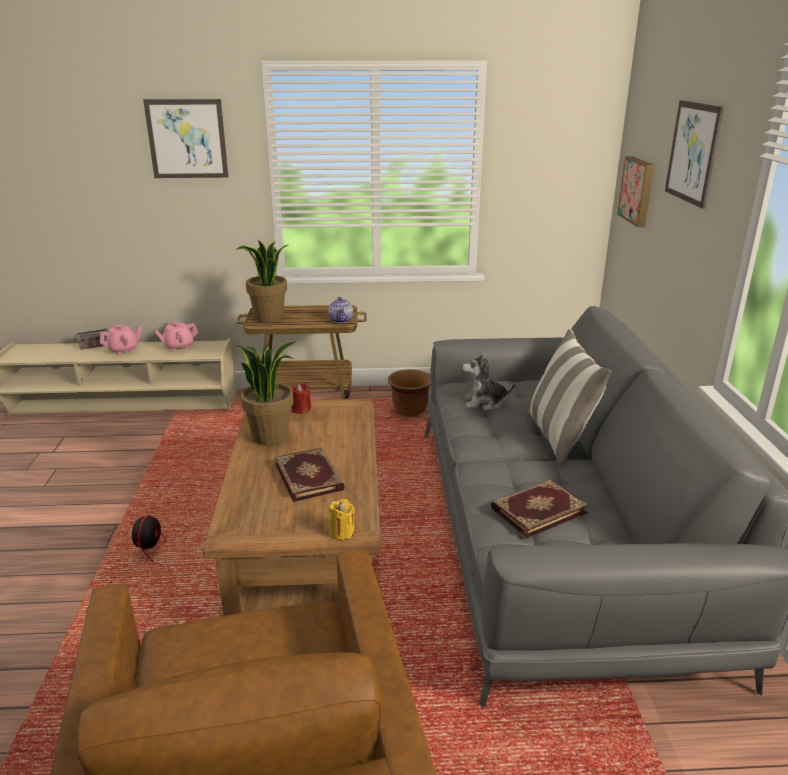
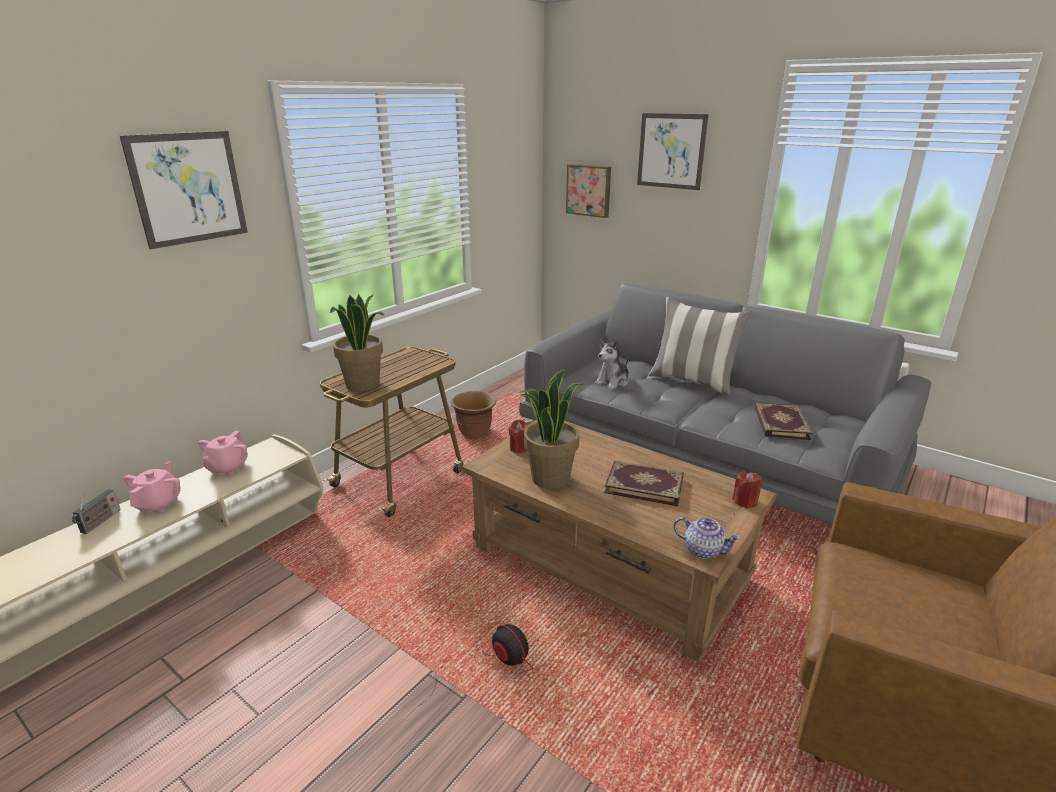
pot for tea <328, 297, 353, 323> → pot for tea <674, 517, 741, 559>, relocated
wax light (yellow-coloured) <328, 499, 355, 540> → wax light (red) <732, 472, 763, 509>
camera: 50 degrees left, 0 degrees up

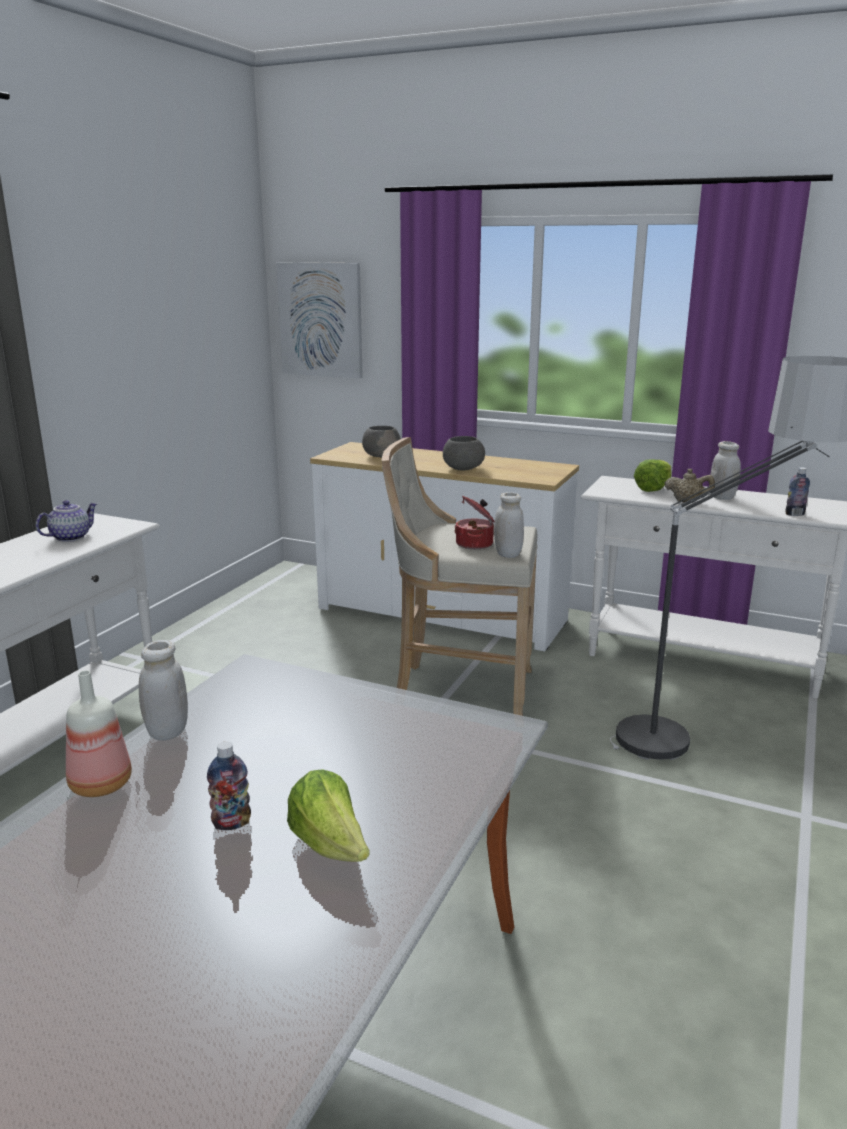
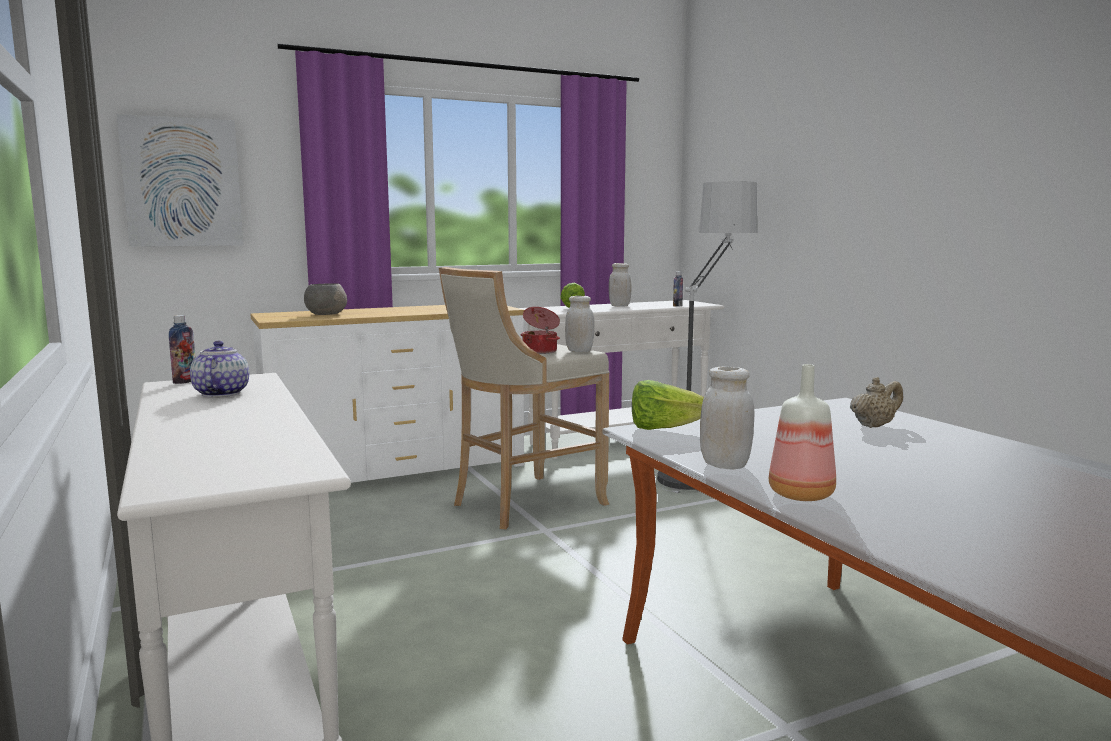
drink bottle <207, 741, 251, 830> → drink bottle <169, 315, 195, 384>, relocated
lettuce <287, 769, 370, 862> → lettuce <632, 380, 704, 430>, relocated
pot for tea (beige-coloured) <665, 469, 715, 502> → pot for tea (beige-coloured) <850, 377, 903, 428>, relocated
serving bowl (gray) <443, 436, 485, 471> → -
camera: 50 degrees left, 10 degrees down

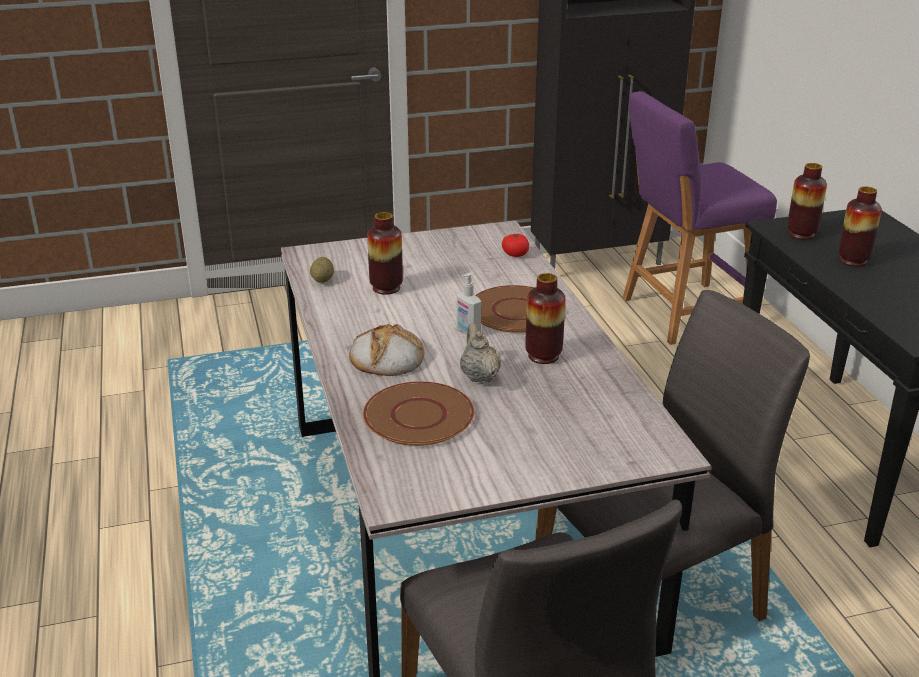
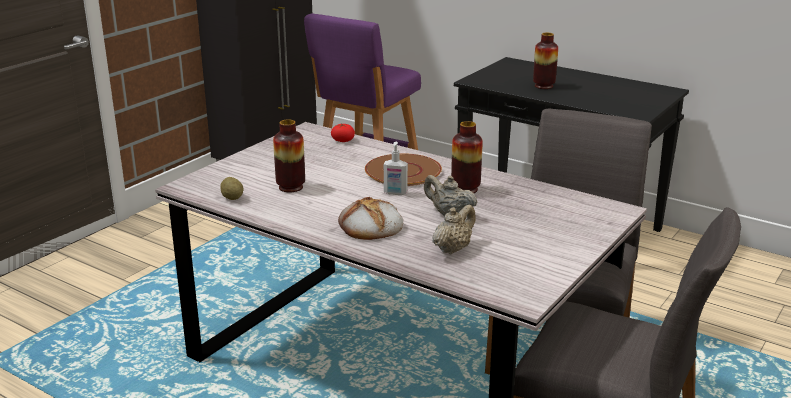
plate (brown) <363, 381, 474, 446> → pot for tea (beige-coloured) <433, 204, 476, 254>
decorative vase <787, 163, 827, 240> → -
camera: 40 degrees left, 5 degrees down

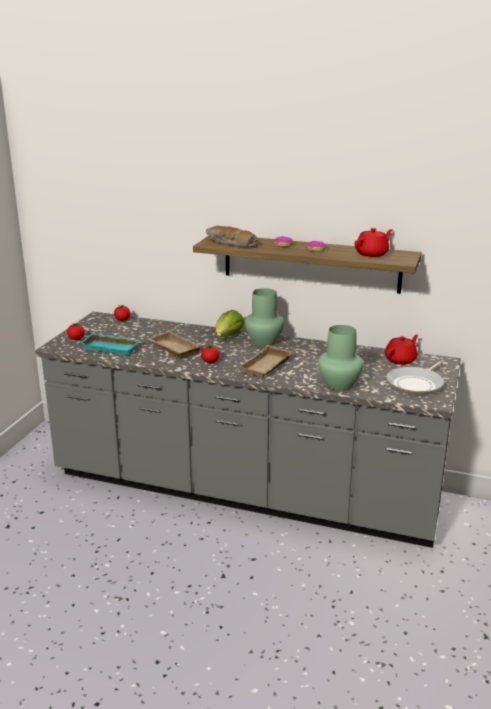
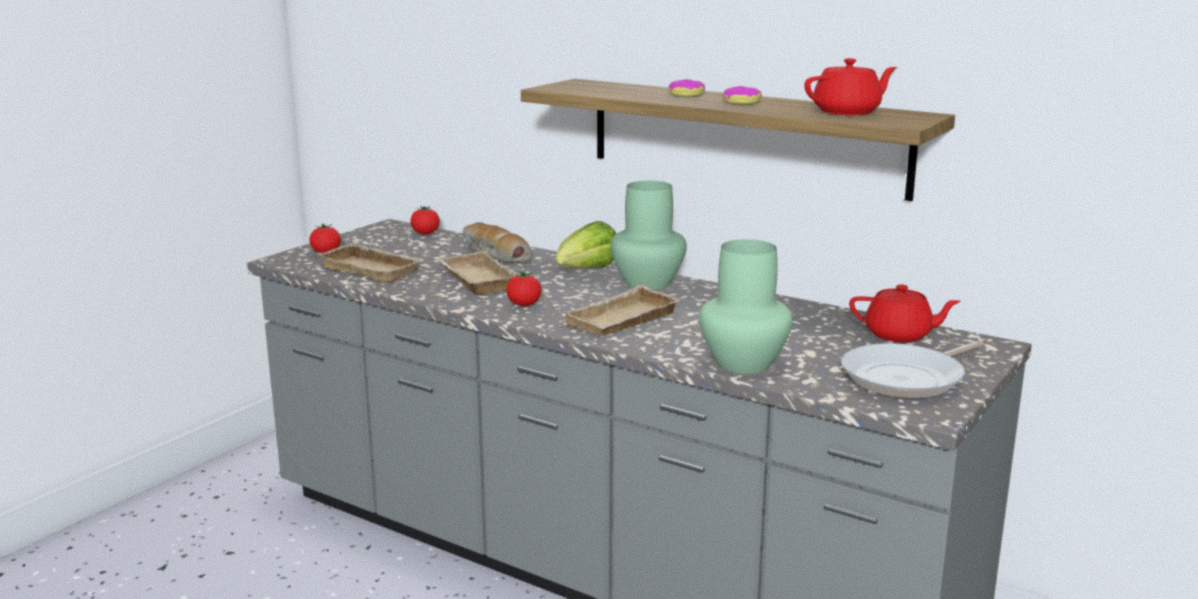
tray (turquoise) <79, 333, 141, 356> → tray (beige-coloured) <316, 243, 425, 282>
bakery bread <206, 226, 258, 248> → bakery bread <463, 222, 532, 264>, relocated
pot for tea (red) <385, 335, 418, 365> → pot for tea (red) <849, 284, 961, 342>, 45 degrees clockwise
camera: 15 degrees right, 5 degrees down

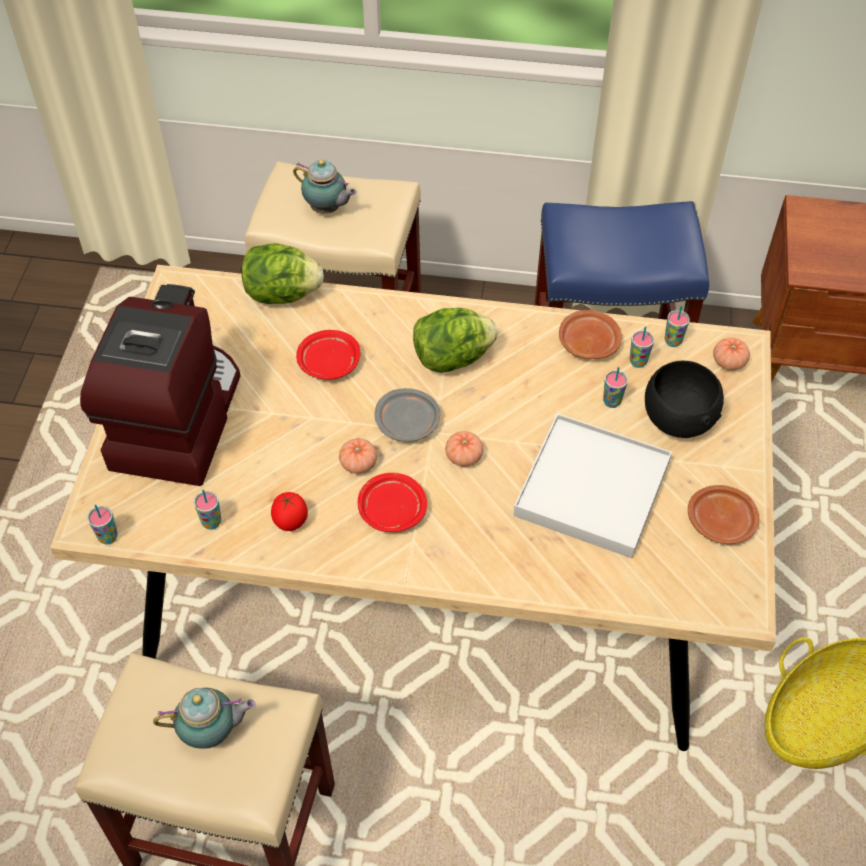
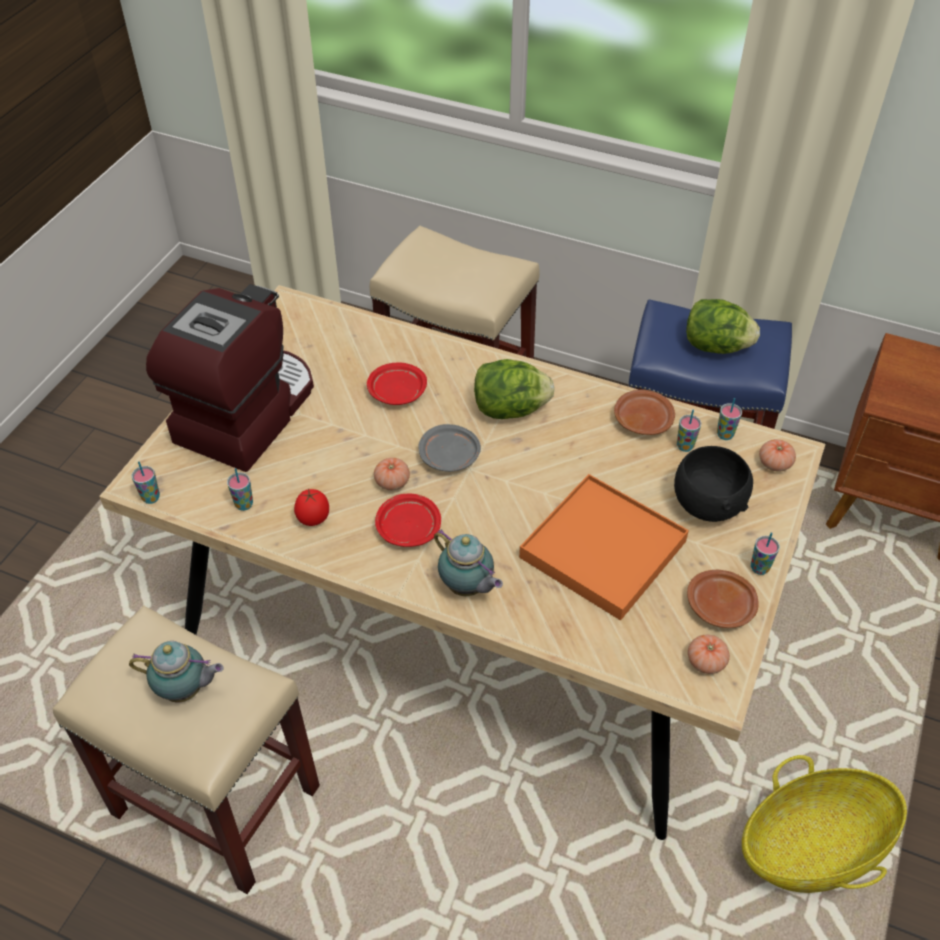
pot for tea <293, 160, 357, 214> → pot for tea <434, 529, 503, 596>, relocated
tray (white-coloured) <513, 413, 672, 558> → tray (orangey) <519, 474, 689, 620>
lettuce <242, 243, 324, 304> → lettuce <686, 299, 760, 354>, relocated
whole tomato <445, 431, 483, 467> → whole tomato <688, 635, 730, 674>, relocated
drinking cup <603, 367, 628, 408> → drinking cup <751, 532, 780, 575>, relocated
camera: 15 degrees right, 5 degrees down

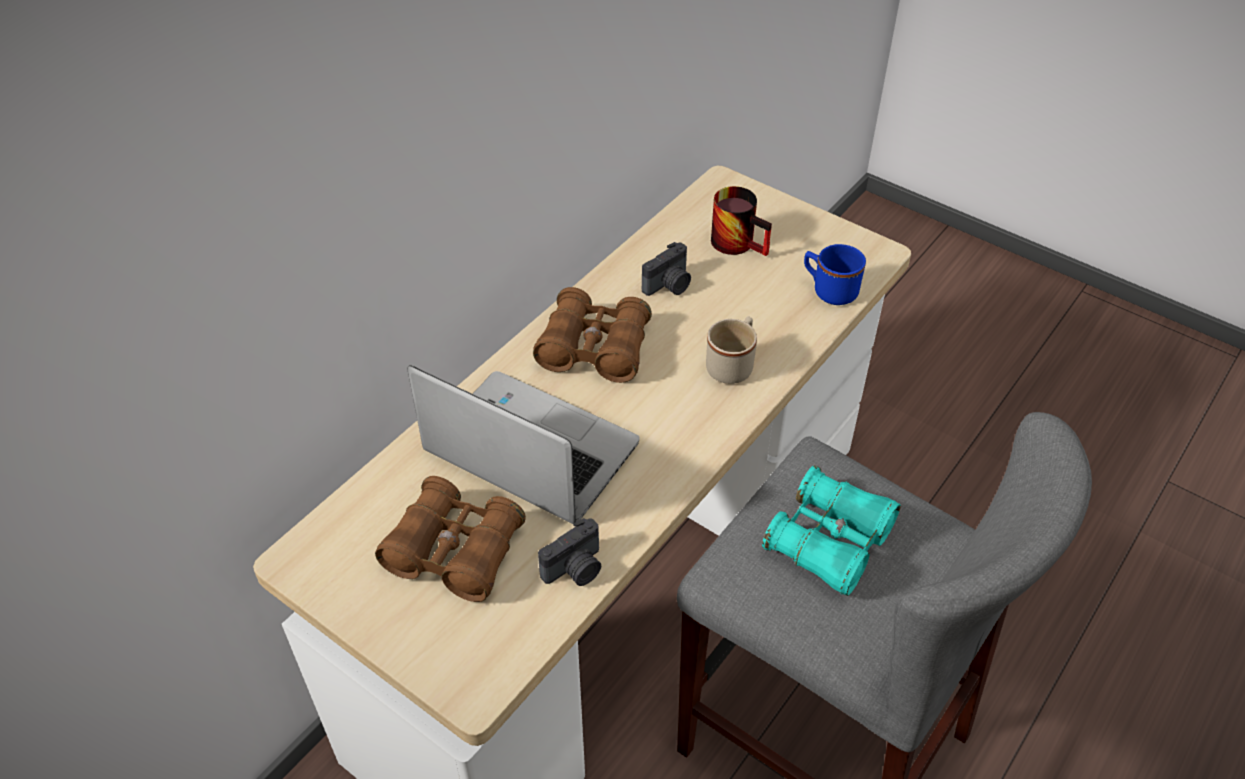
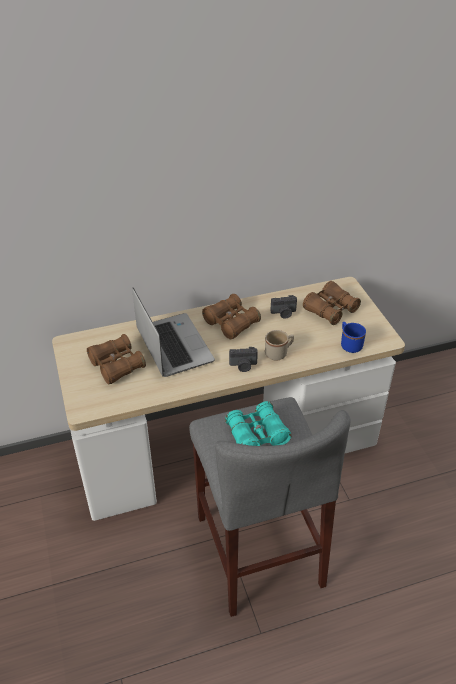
still camera <538, 518, 601, 586> → still camera <229, 347, 258, 372>, relocated
mug <711, 186, 772, 256> → field glasses (brown) <303, 281, 361, 325>
camera: 35 degrees right, 5 degrees down

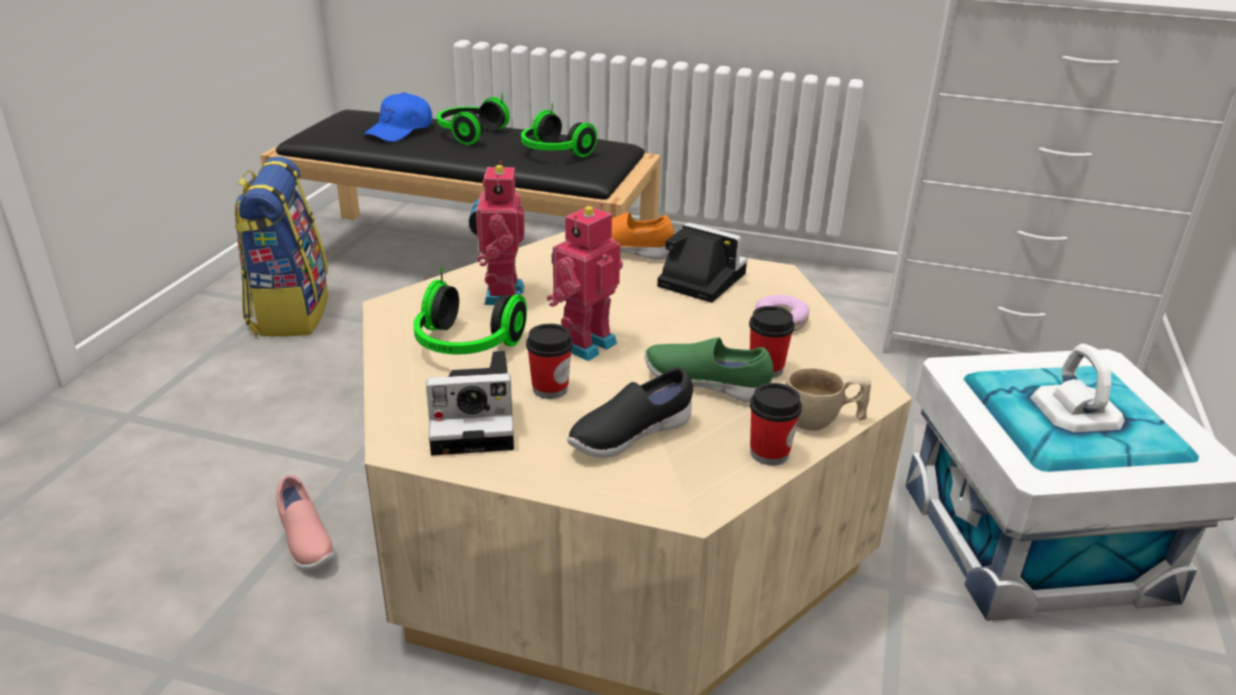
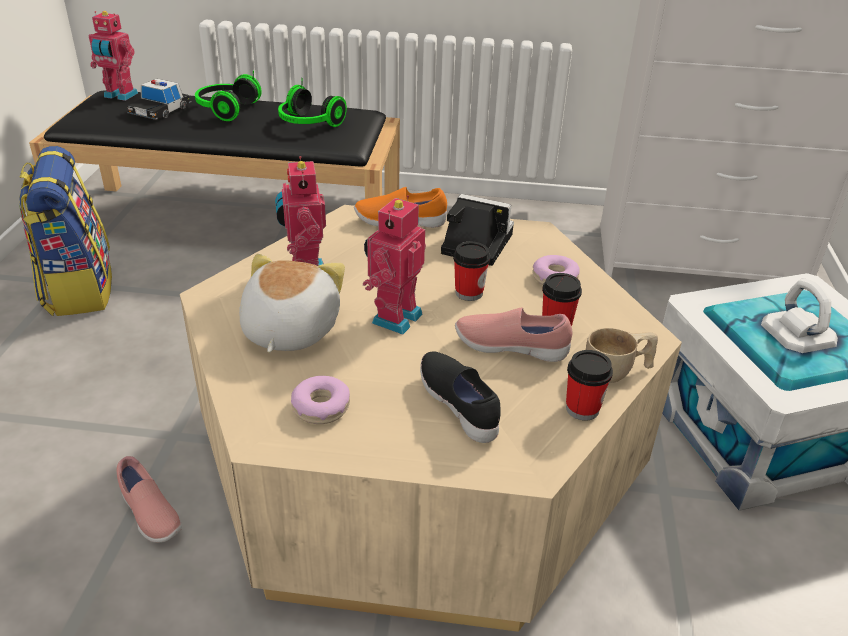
- → model robot <88, 11, 138, 101>
peaked cap (blue-coloured) <364, 92, 432, 142> → model car <127, 79, 192, 120>
headset <413, 268, 527, 354> → plush toy <239, 254, 345, 352>
still camera <426, 351, 514, 456> → ring doughnut <291, 376, 350, 424>
shoe (blackish) <567, 367, 693, 458> → shoe (blackish) <420, 352, 501, 443>, 105 degrees clockwise
drinking cup <526, 324, 573, 399> → drinking cup <453, 242, 490, 301>, relocated
shoe (greenish) <644, 337, 773, 403> → shoe (pink-coloured) <455, 307, 572, 362>
camera: 10 degrees left, 5 degrees up

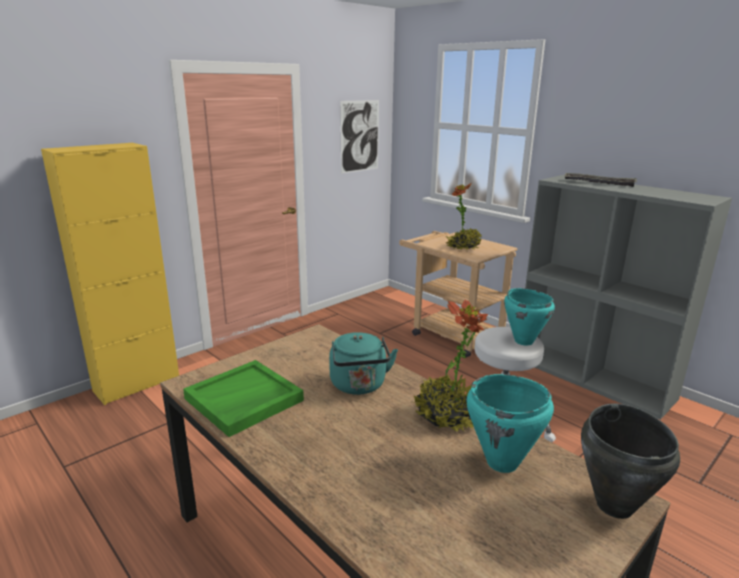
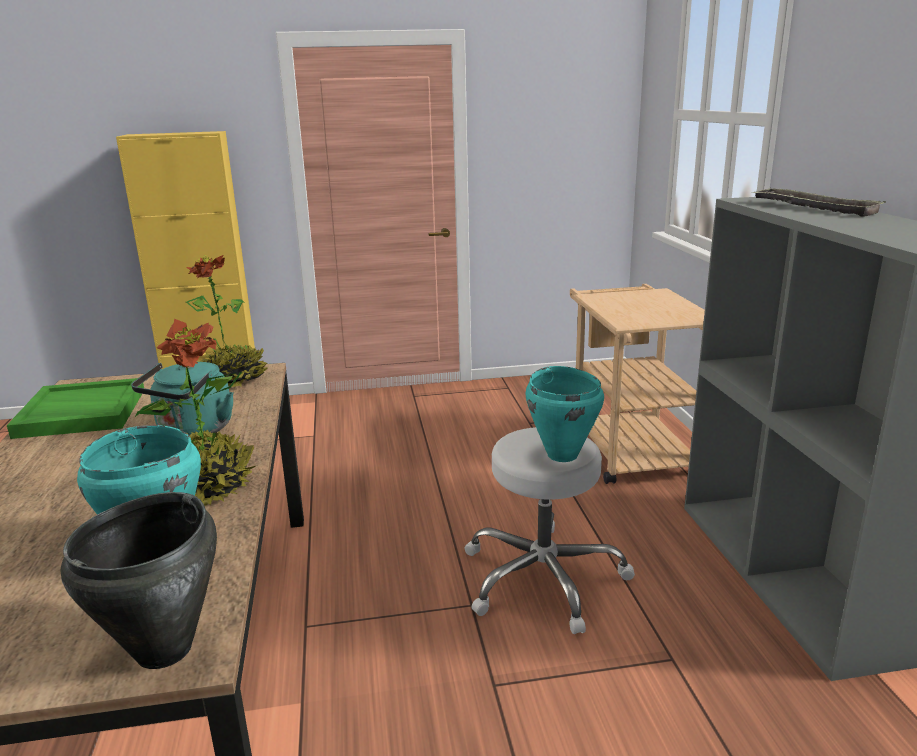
houseplant <446, 183, 481, 250> → houseplant <186, 255, 268, 387>, relocated
wall picture <340, 100, 379, 174> → -
camera: 35 degrees right, 0 degrees up

